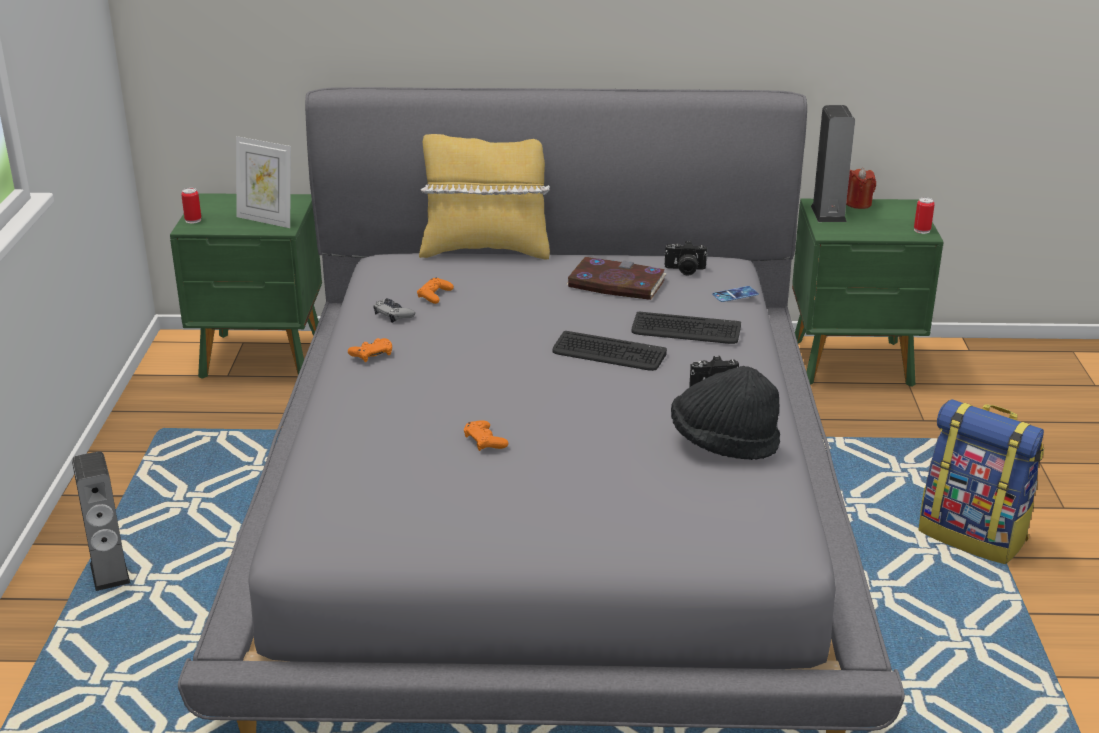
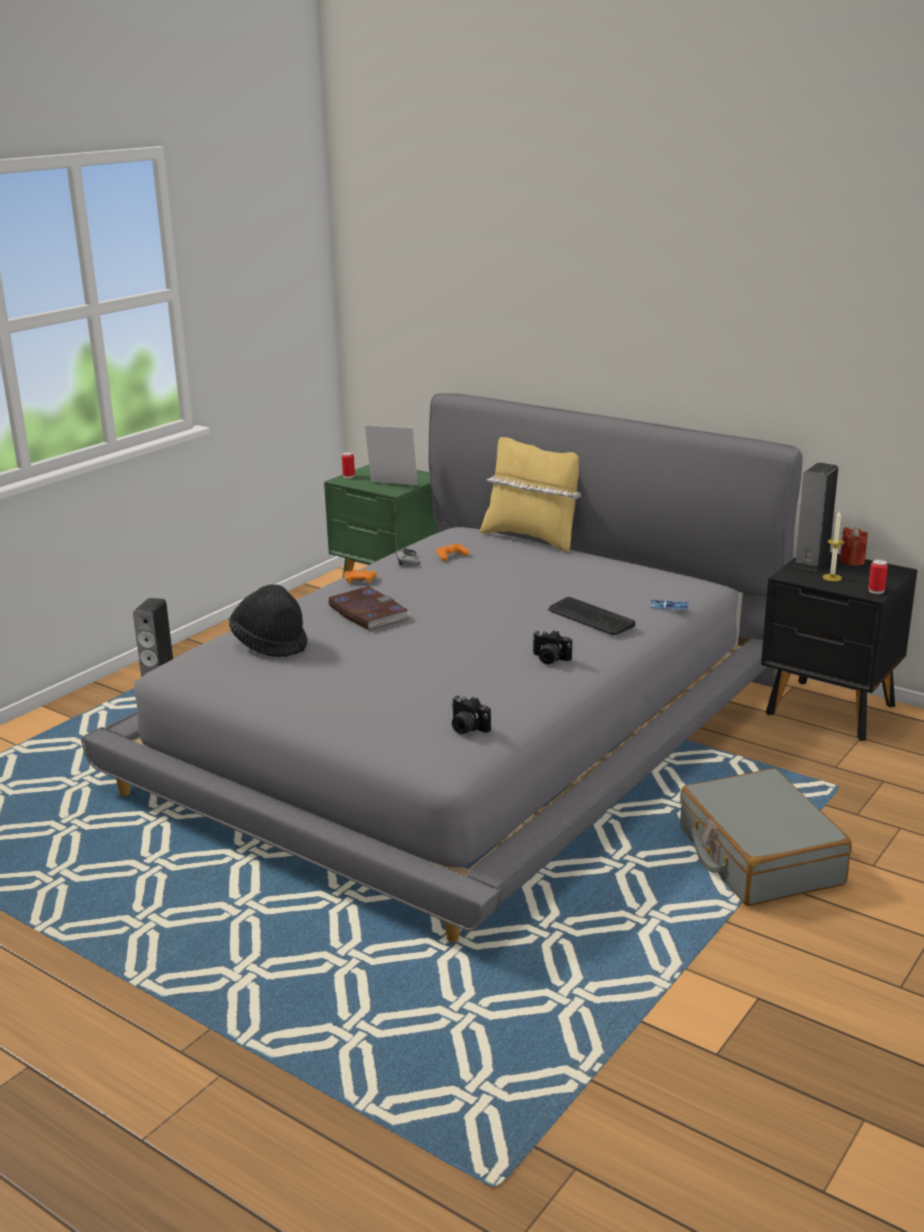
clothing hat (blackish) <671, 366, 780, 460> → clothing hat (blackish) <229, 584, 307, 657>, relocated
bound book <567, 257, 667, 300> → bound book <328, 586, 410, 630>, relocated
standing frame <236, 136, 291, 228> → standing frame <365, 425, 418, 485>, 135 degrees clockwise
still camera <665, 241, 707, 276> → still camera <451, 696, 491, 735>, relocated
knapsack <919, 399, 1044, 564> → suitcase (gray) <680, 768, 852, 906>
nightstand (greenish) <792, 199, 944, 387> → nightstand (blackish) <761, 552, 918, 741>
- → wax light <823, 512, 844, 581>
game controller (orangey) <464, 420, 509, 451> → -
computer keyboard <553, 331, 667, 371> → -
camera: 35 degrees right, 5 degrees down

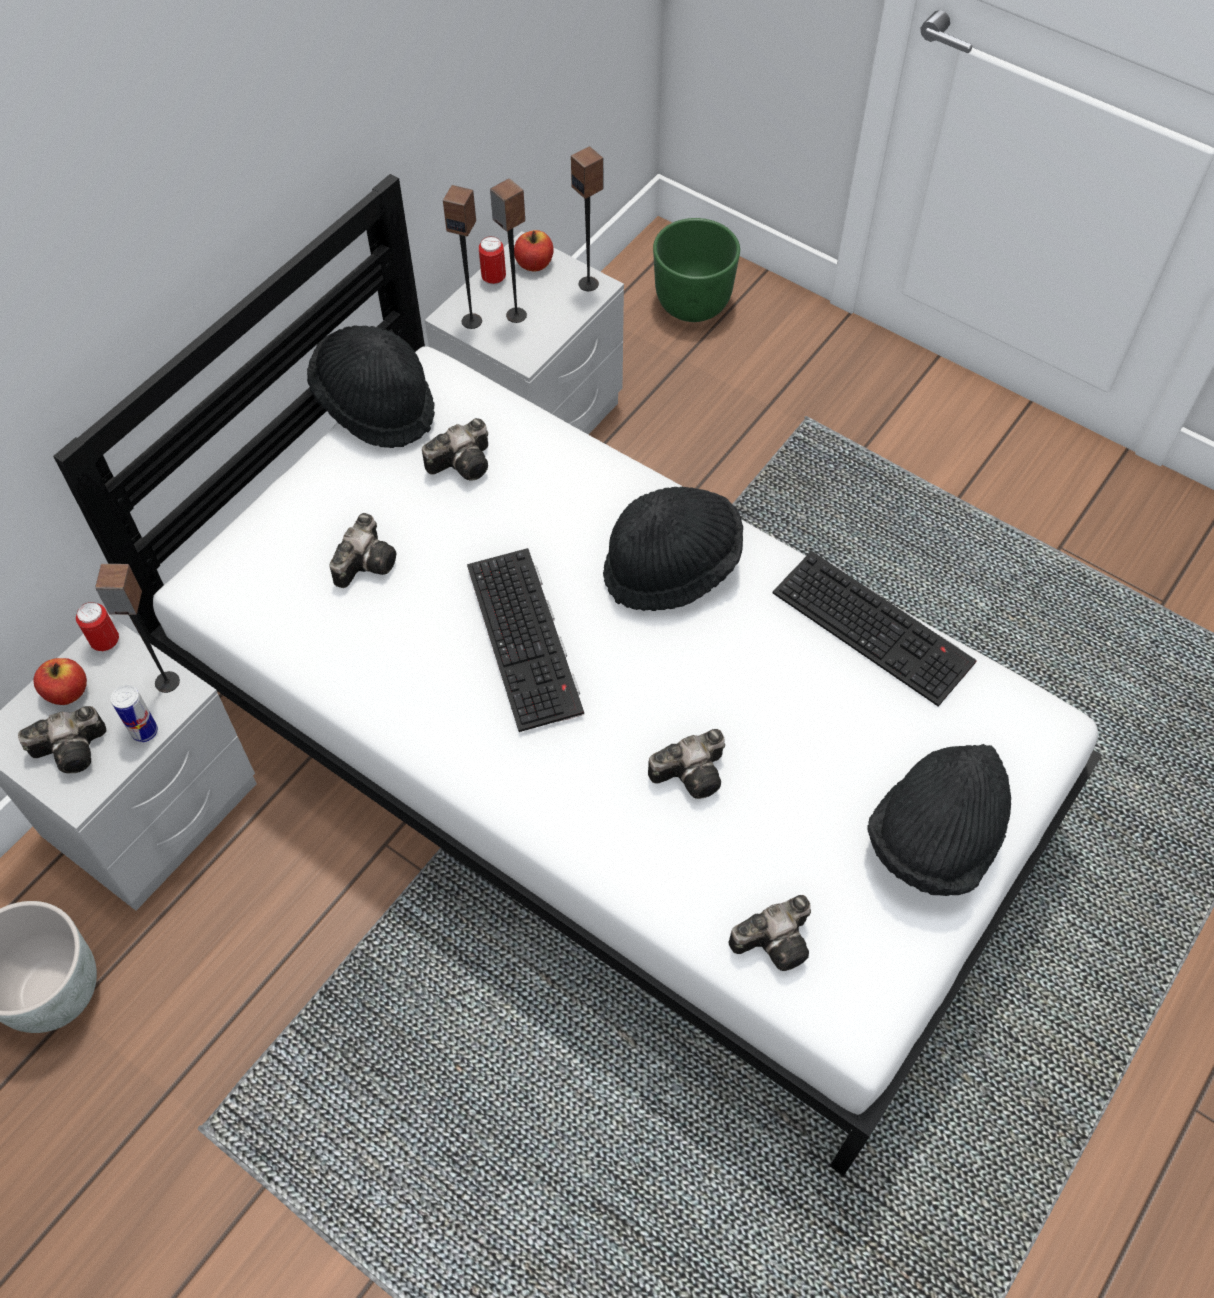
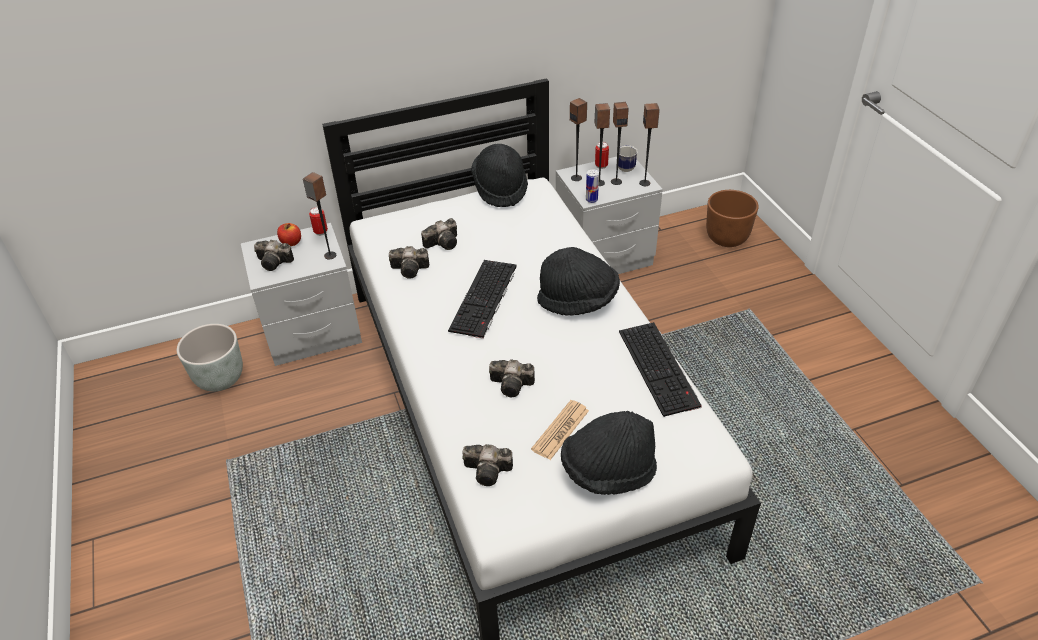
still camera <422, 418, 488, 481> → still camera <389, 246, 429, 279>, relocated
- → daily paper <531, 400, 589, 460>
can <111, 685, 158, 742> → can <586, 169, 599, 203>, relocated
- → speaker <611, 102, 629, 185>
whole apple <514, 230, 554, 271> → mug <618, 145, 638, 172>
plant pot (greenish) <653, 218, 740, 322> → plant pot (brown) <706, 190, 759, 247>
camera: 35 degrees right, 15 degrees down

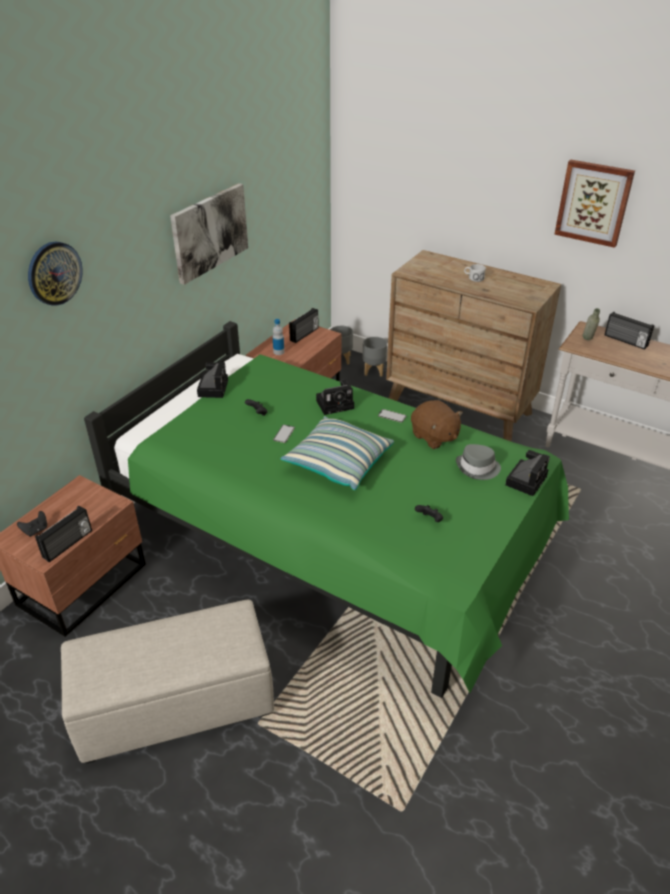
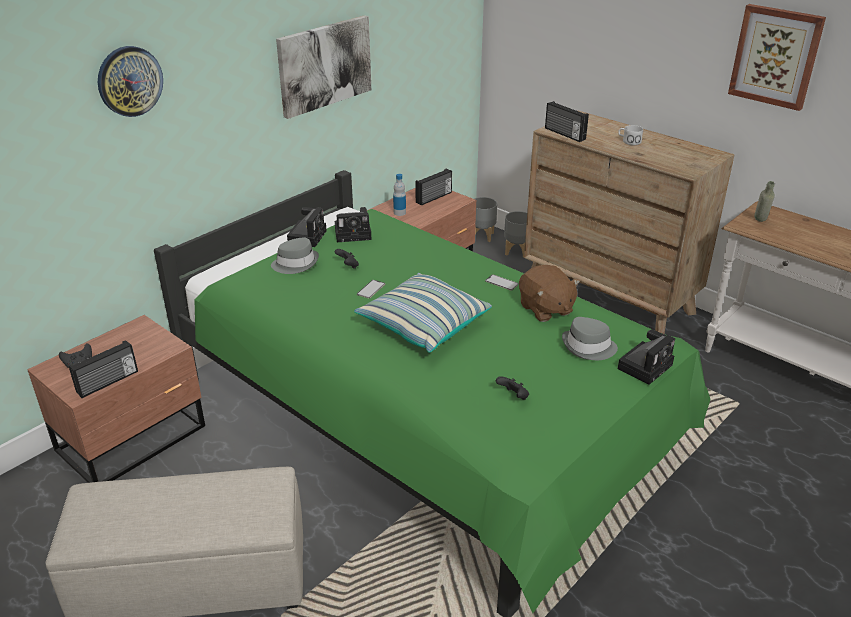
- → clothing hat (gray) <271, 237, 319, 274>
still camera <316, 379, 354, 415> → still camera <335, 207, 372, 242>, relocated
radio <604, 312, 654, 350> → radio <545, 101, 589, 142>, relocated
camera: 10 degrees right, 5 degrees down

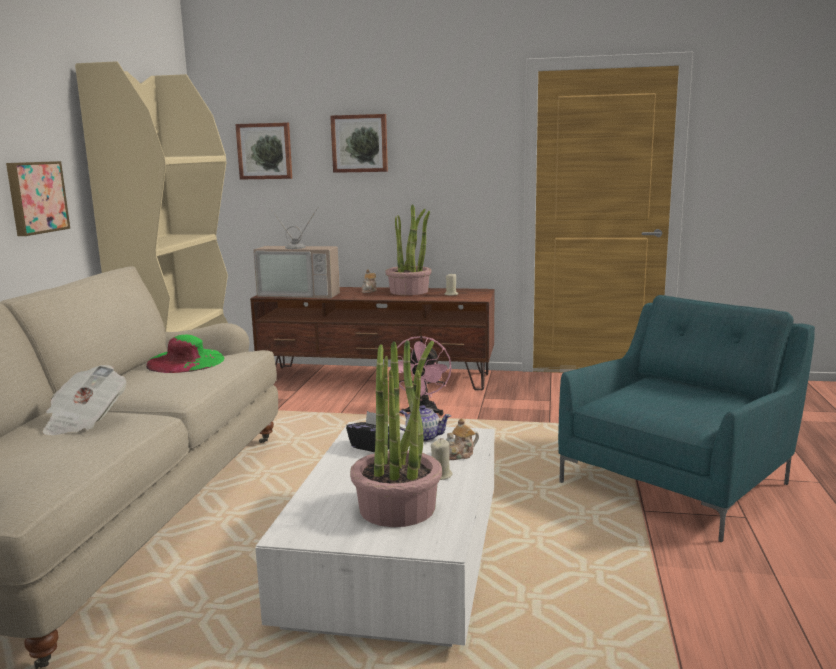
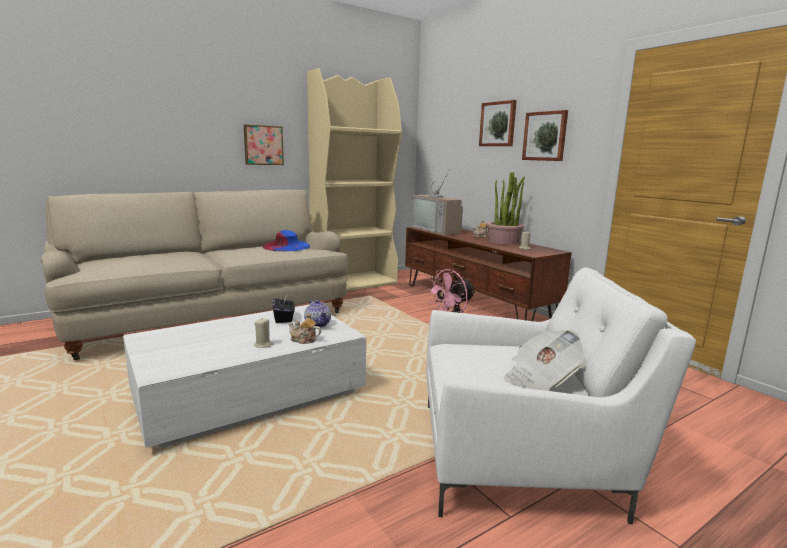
clothing hat (greenish) <146, 334, 224, 373> → clothing hat (blue-coloured) <263, 230, 310, 251>
easy chair (turquoise) <558, 295, 815, 542> → easy chair (white-coloured) <426, 267, 696, 524>
daily paper <42, 365, 127, 435> → daily paper <504, 330, 587, 391>, relocated
wall picture <235, 122, 292, 179> → wall picture <522, 110, 568, 161>, relocated
houseplant <350, 340, 442, 527> → -
camera: 45 degrees right, 0 degrees up

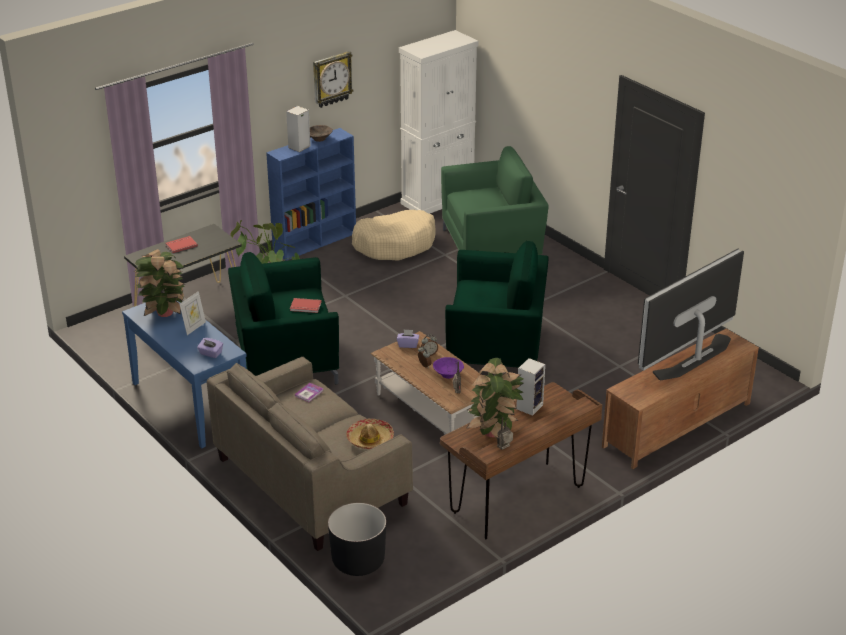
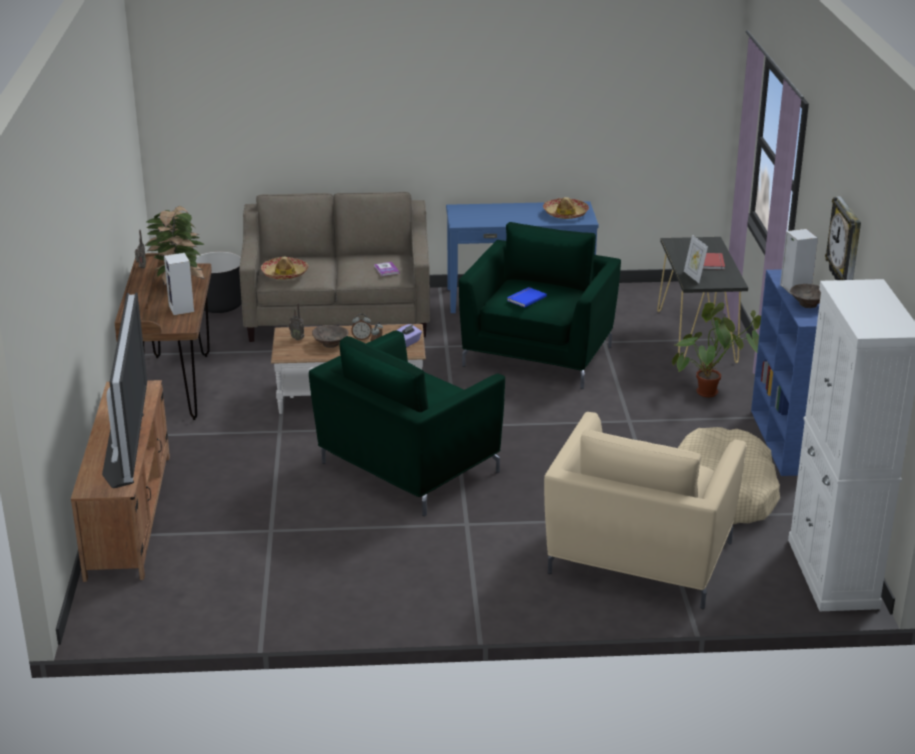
serving bowl (purple) <433, 357, 464, 379> → serving bowl (brown) <312, 325, 349, 348>
bound book (red) <290, 298, 322, 313> → bound book (blue-coloured) <507, 287, 547, 307>
houseplant <133, 249, 185, 317> → clothing hat <543, 197, 589, 219>
easy chair (greenish) <441, 146, 549, 255> → easy chair (beige-coloured) <544, 412, 746, 609>
standing frame <180, 291, 206, 335> → standing frame <684, 235, 708, 283>, relocated
box of tissues (purple) <197, 338, 223, 358> → -
camera: 125 degrees right, 5 degrees down

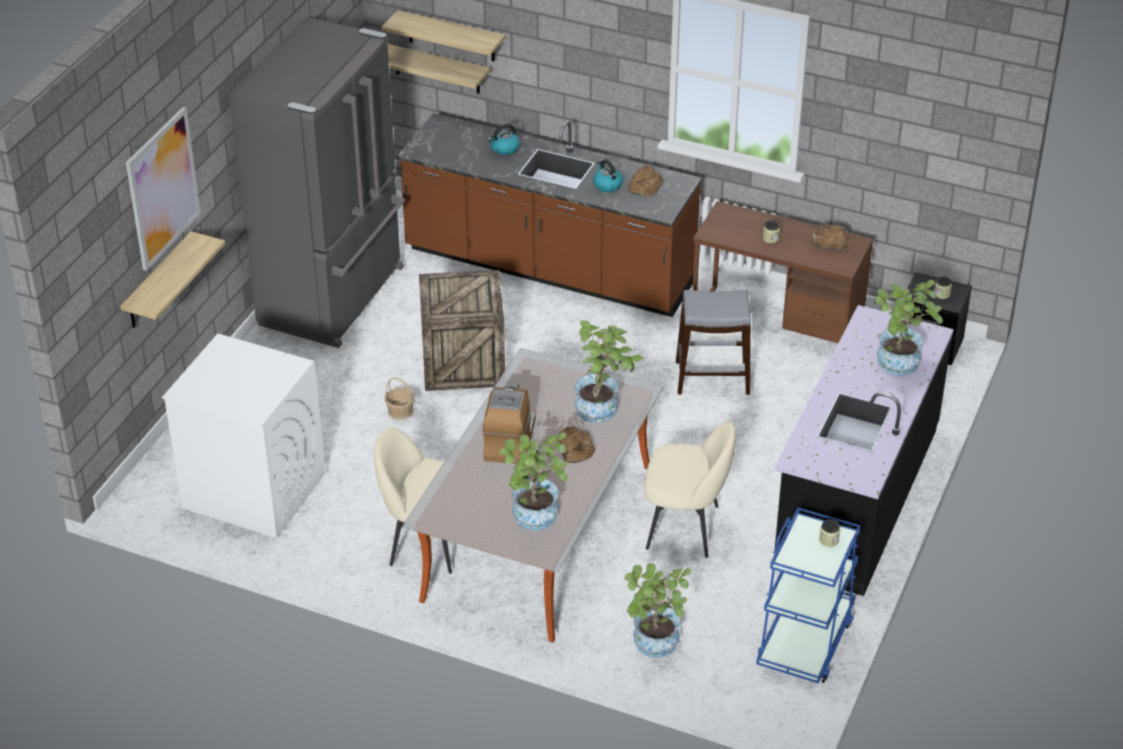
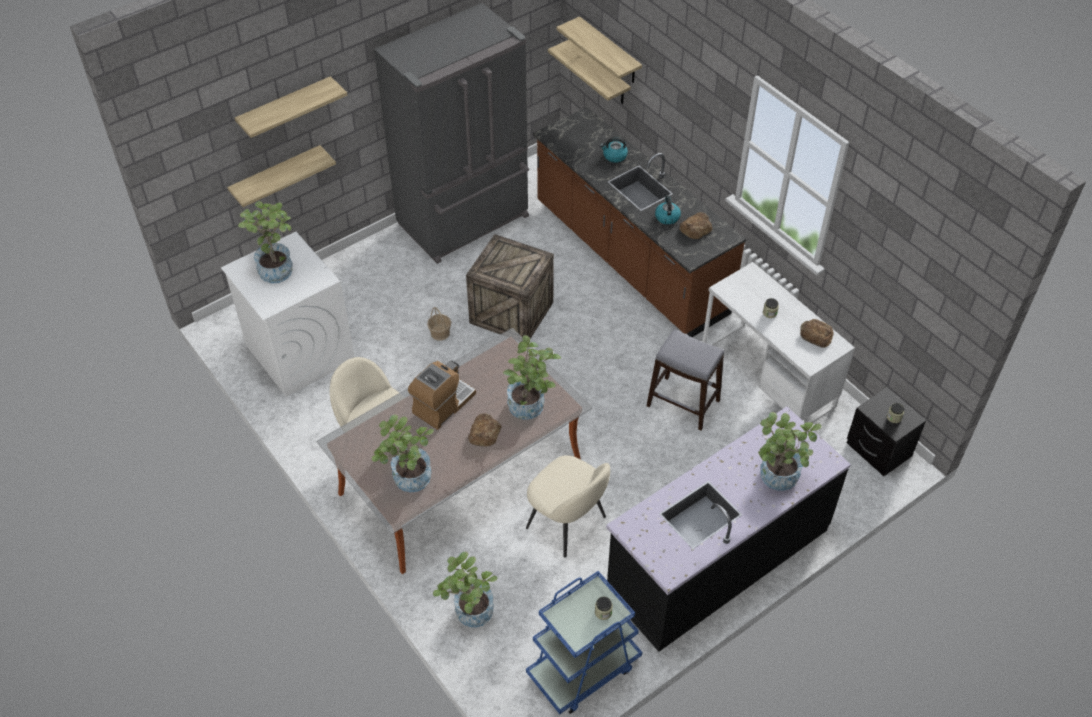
wall picture <126, 107, 201, 271> → shelf <235, 76, 347, 138>
- → houseplant <238, 201, 293, 283>
desk (brown) <692, 201, 873, 343> → desk (white-coloured) <702, 262, 855, 423>
camera: 30 degrees right, 10 degrees up

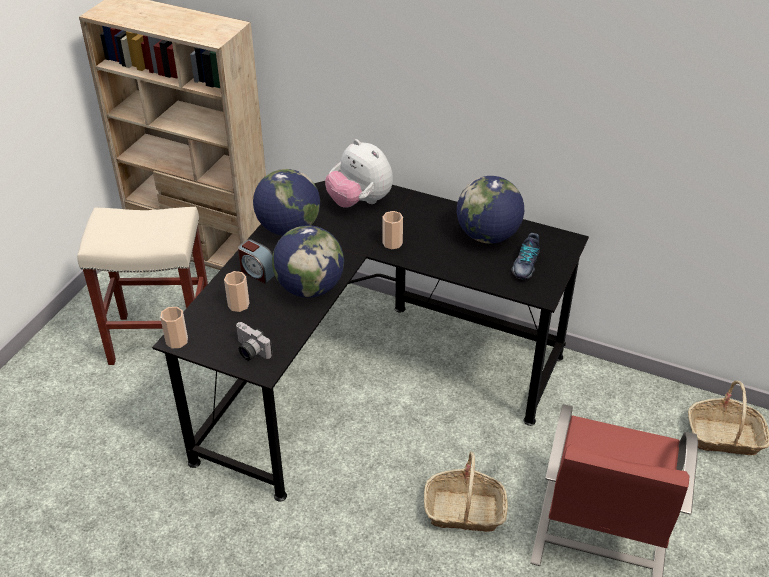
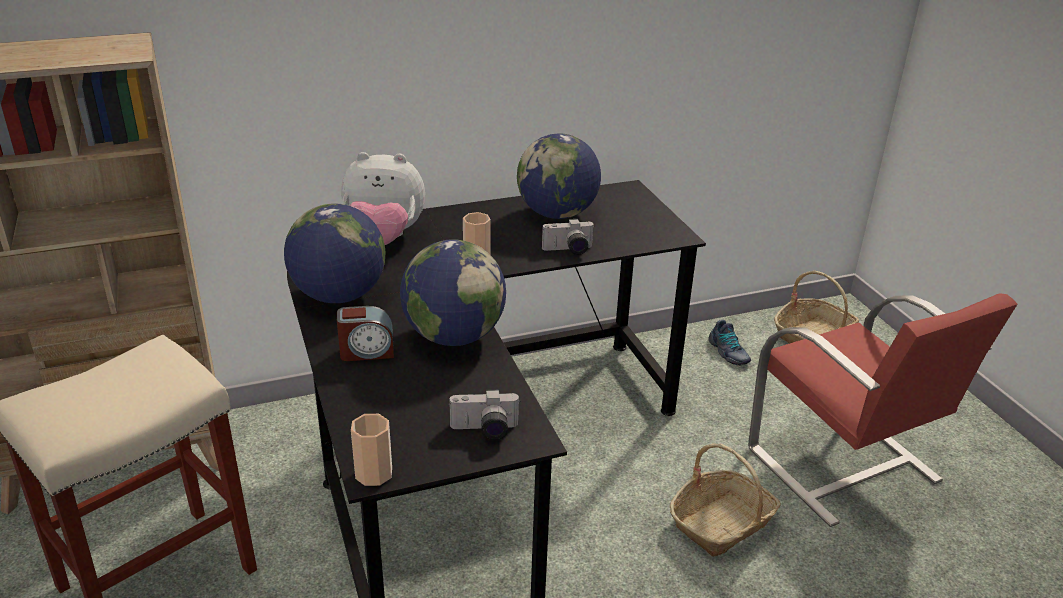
- → still camera <542, 219, 595, 255>
shoe <511, 233, 540, 280> → shoe <709, 320, 751, 365>, relocated
drinking cup <224, 271, 250, 312> → -
camera: 45 degrees left, 10 degrees down

